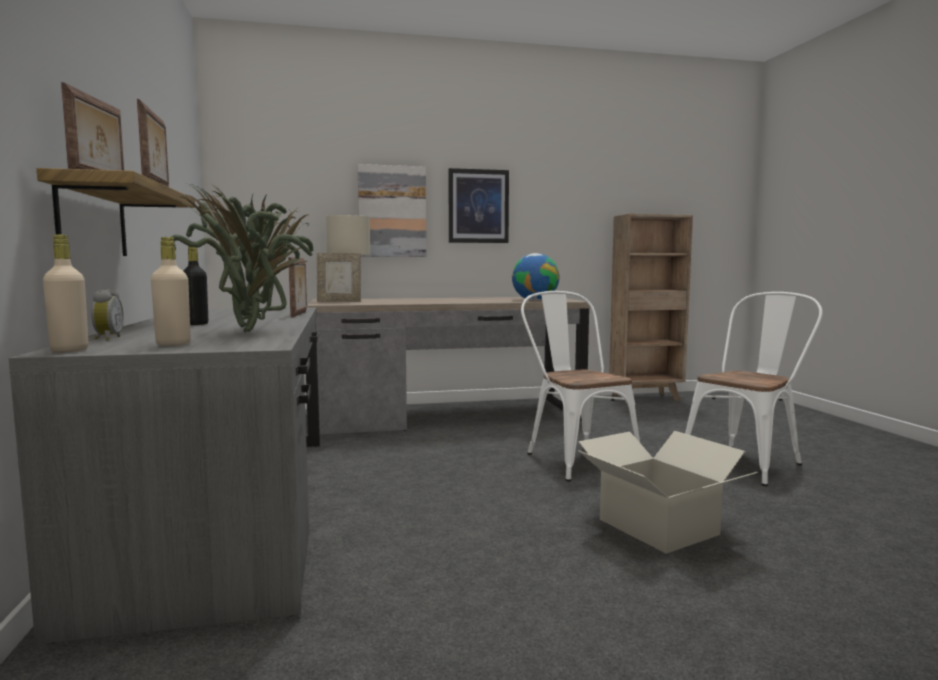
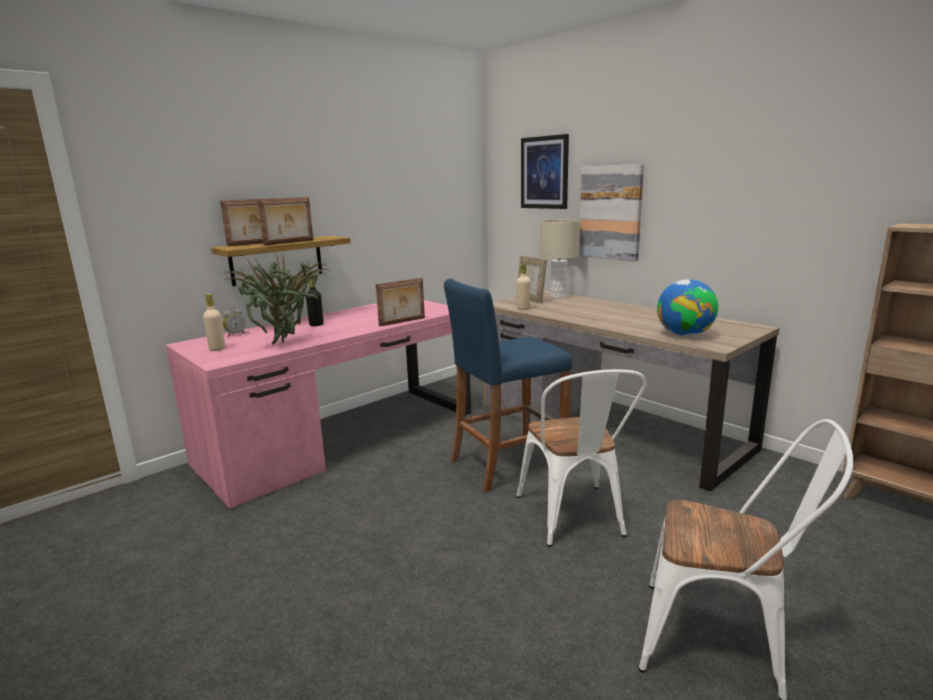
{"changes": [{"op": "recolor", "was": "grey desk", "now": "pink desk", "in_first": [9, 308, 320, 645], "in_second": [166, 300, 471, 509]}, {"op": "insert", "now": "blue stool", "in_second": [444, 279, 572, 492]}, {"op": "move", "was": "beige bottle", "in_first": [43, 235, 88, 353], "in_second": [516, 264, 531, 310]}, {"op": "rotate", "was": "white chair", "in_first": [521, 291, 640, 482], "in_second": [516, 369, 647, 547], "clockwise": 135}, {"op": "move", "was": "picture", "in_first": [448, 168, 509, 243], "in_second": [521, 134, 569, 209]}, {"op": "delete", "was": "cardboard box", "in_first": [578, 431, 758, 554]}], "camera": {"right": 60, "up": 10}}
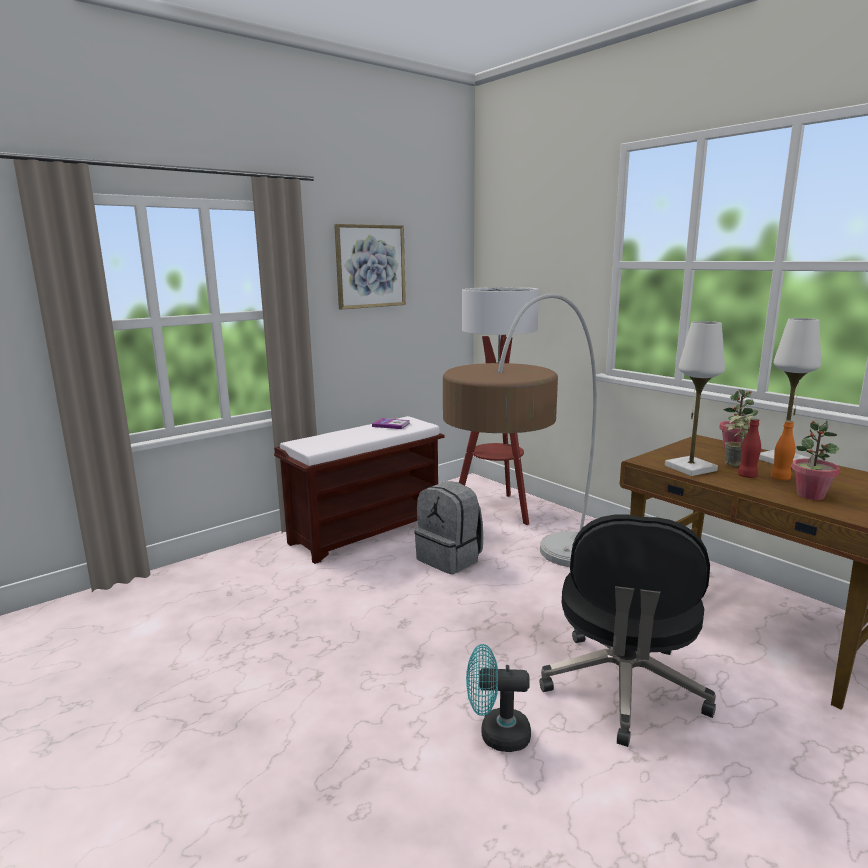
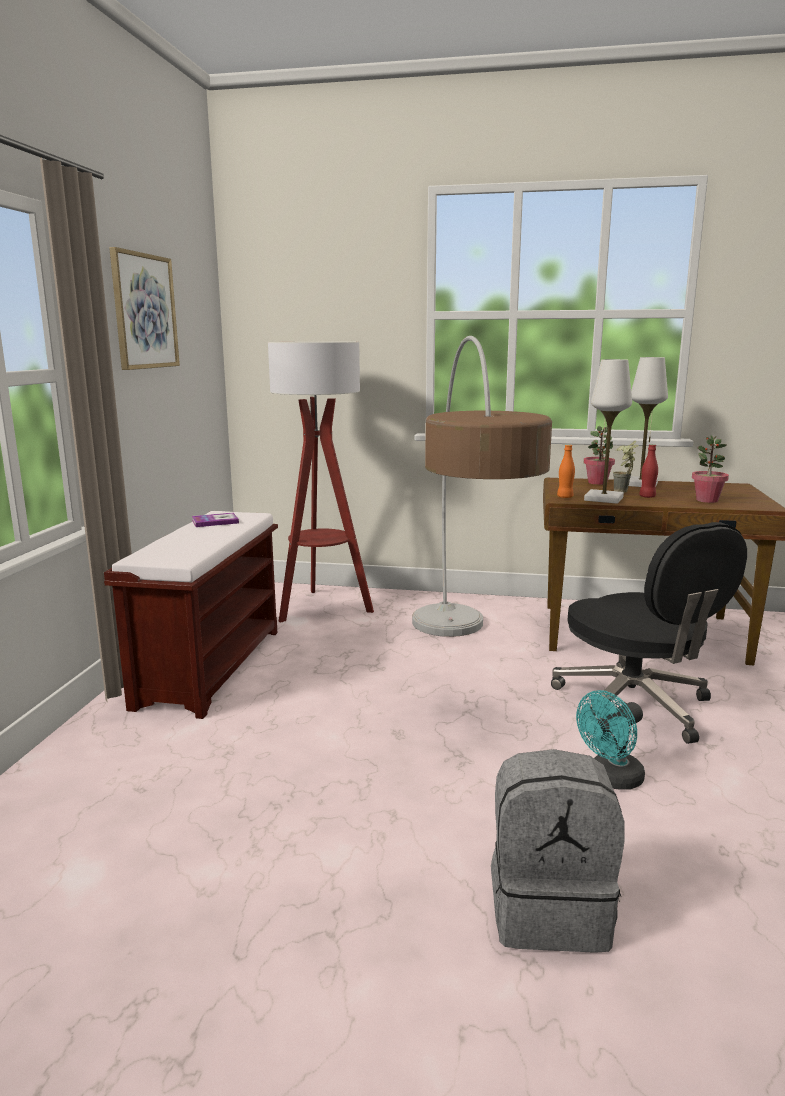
{"changes": [{"op": "move", "was": "grey backpack", "in_first": [414, 481, 483, 574], "in_second": [491, 749, 625, 953]}, {"op": "move", "was": "orange bottle", "in_first": [771, 420, 796, 481], "in_second": [557, 445, 575, 498]}], "camera": {"right": -40, "up": 0}}
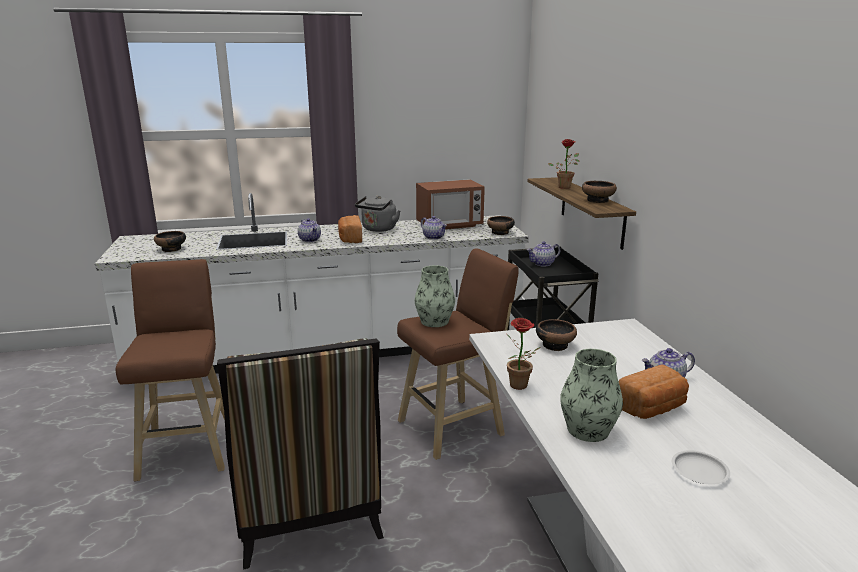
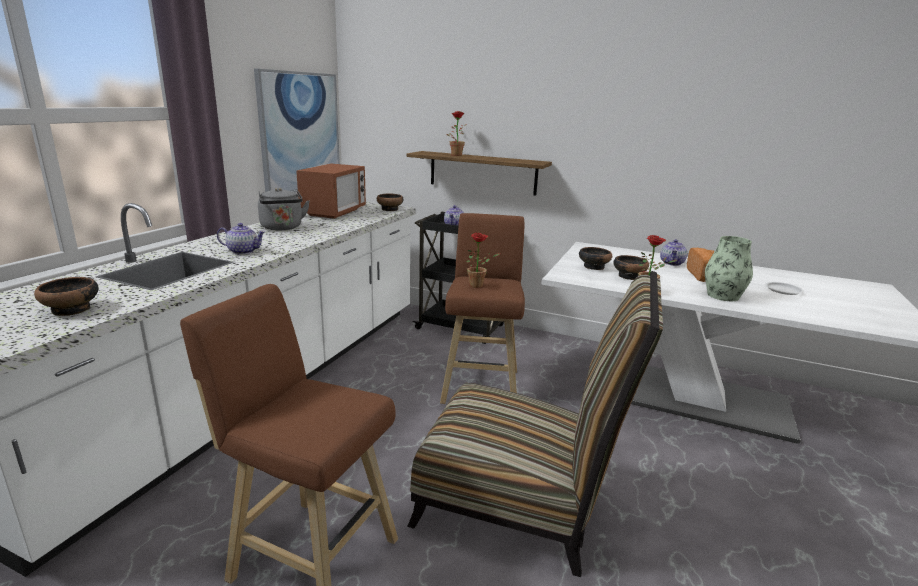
{"changes": [{"op": "insert", "now": "picture", "in_second": [254, 69, 340, 193]}, {"op": "replace", "was": "vase", "now": "potted plant", "in_first": [415, 265, 455, 327], "in_second": [467, 233, 500, 288]}, {"op": "move", "was": "bowl", "in_first": [582, 181, 617, 203], "in_second": [613, 255, 649, 280]}, {"op": "delete", "was": "bread", "in_first": [338, 215, 362, 243]}, {"op": "delete", "was": "teapot", "in_first": [421, 216, 447, 240]}], "camera": {"right": -55, "up": 0}}
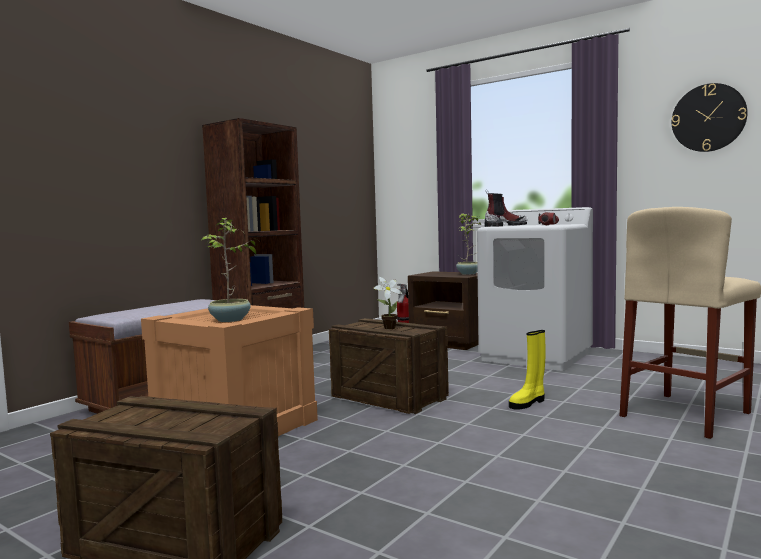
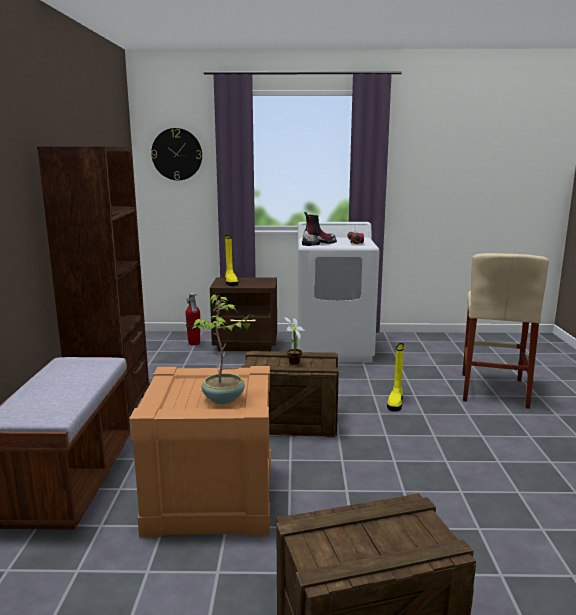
{"changes": [{"op": "move", "was": "wall clock", "in_first": [672, 83, 748, 152], "in_second": [151, 128, 202, 180]}, {"op": "insert", "now": "yellow boot", "in_second": [225, 235, 238, 286]}, {"op": "delete", "was": "potted plant", "in_first": [456, 213, 481, 275]}], "camera": {"right": -35, "up": 10}}
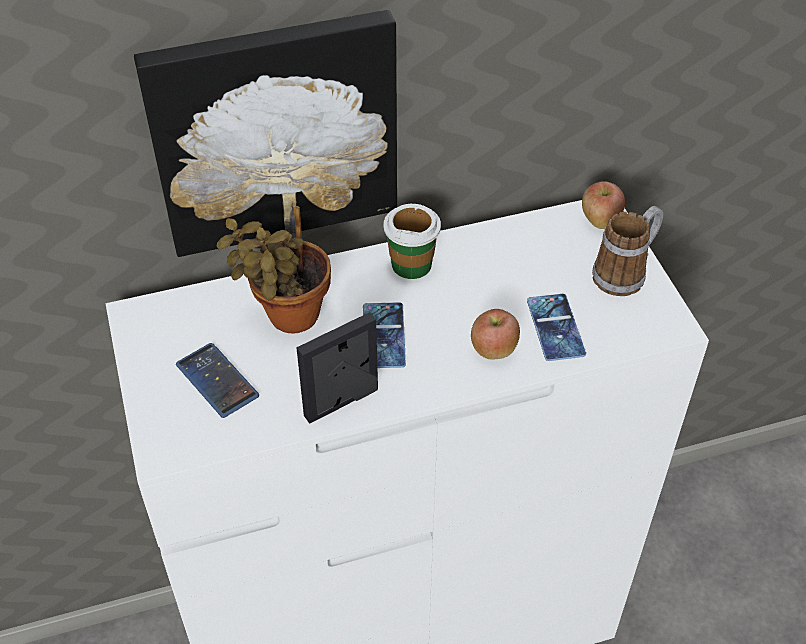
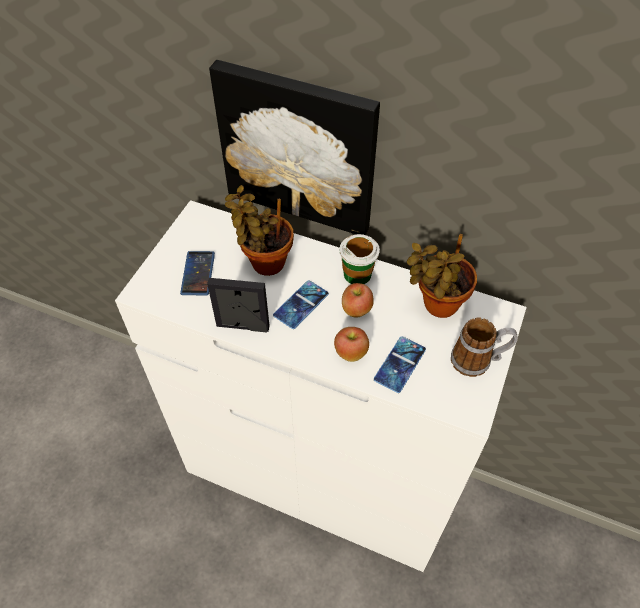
{"changes": [{"op": "move", "was": "apple", "in_first": [582, 181, 625, 229], "in_second": [342, 283, 374, 318]}, {"op": "insert", "now": "potted plant", "in_second": [407, 234, 477, 318]}], "camera": {"right": 40, "up": 5}}
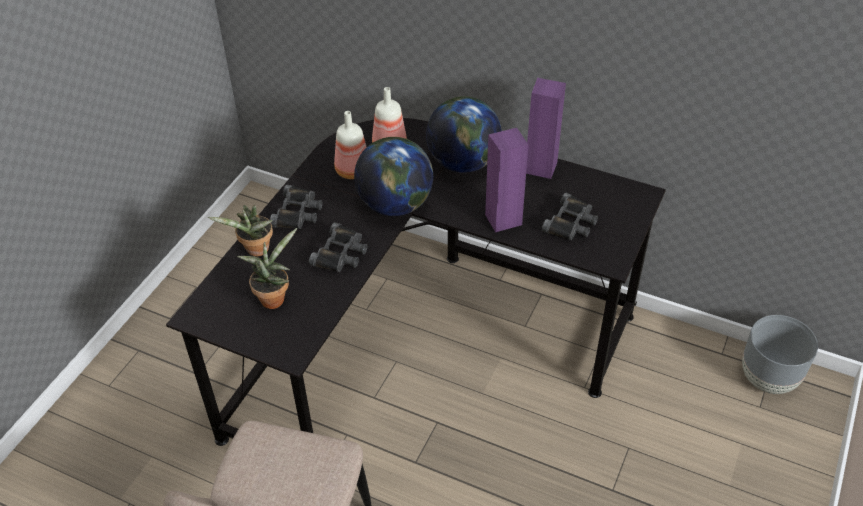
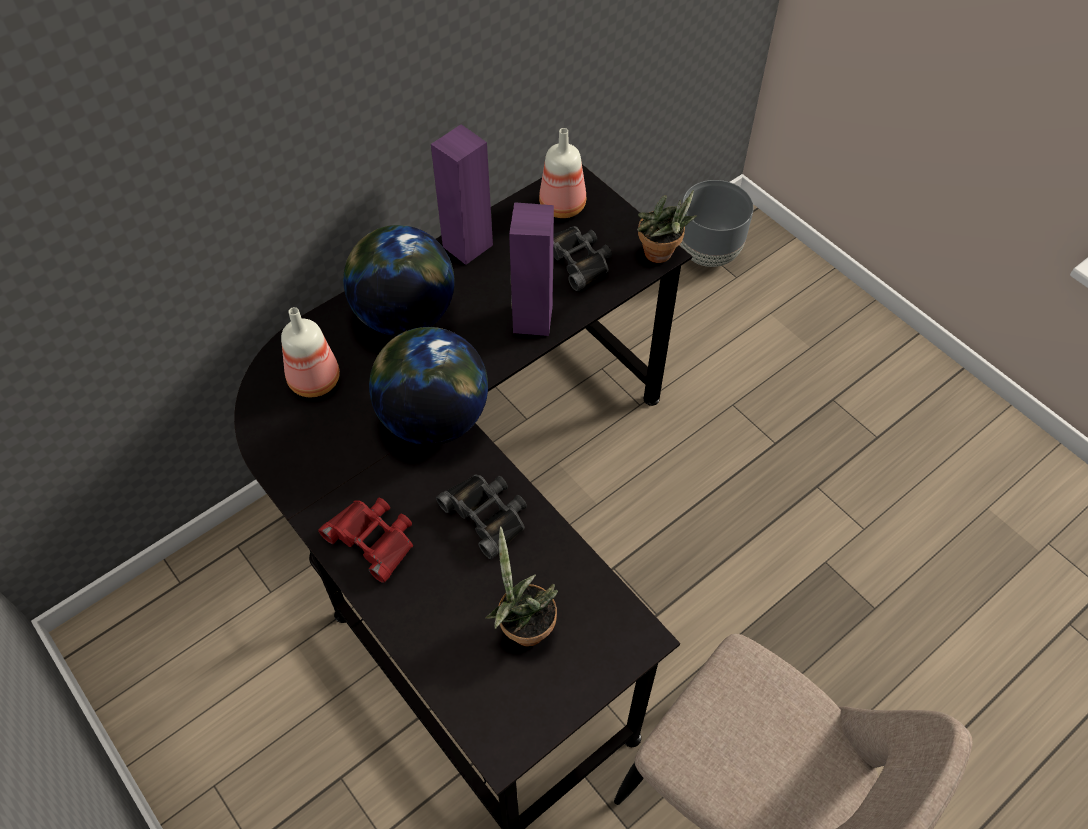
{"changes": [{"op": "recolor", "was": "black binoculars", "now": "red binoculars", "in_first": [270, 184, 322, 229], "in_second": [318, 498, 413, 583]}, {"op": "move", "was": "bottle", "in_first": [334, 111, 366, 179], "in_second": [539, 128, 586, 218]}, {"op": "move", "was": "potted plant", "in_first": [208, 205, 273, 256], "in_second": [637, 190, 697, 263]}], "camera": {"right": -65, "up": 10}}
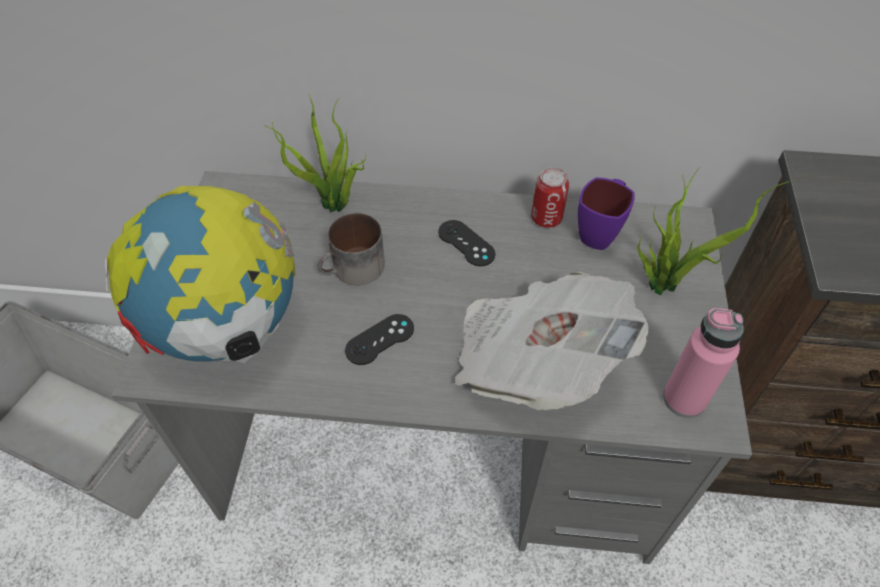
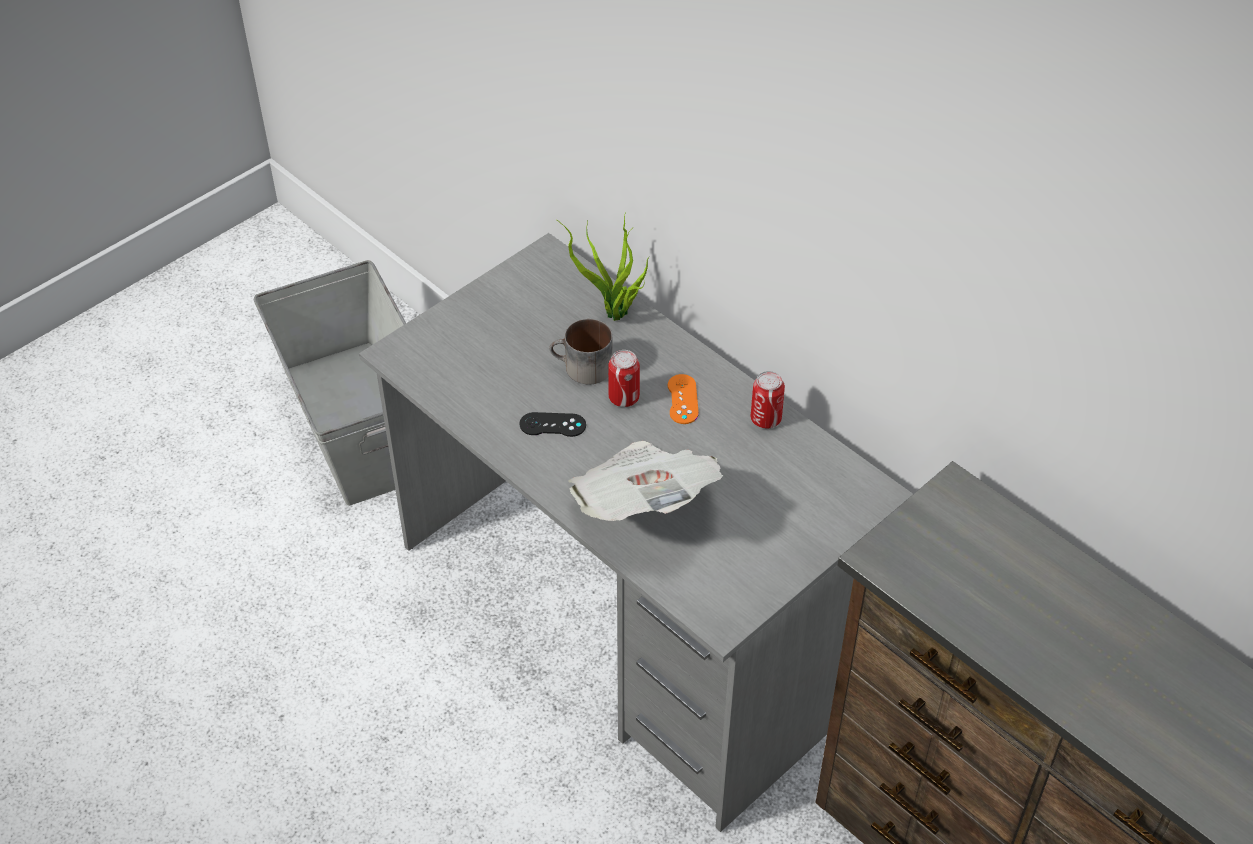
{"changes": [{"op": "insert", "now": "can", "in_second": [608, 350, 640, 407]}, {"op": "recolor", "was": "black game controller", "now": "orange game controller", "in_first": [438, 220, 495, 266], "in_second": [668, 374, 699, 424]}, {"op": "delete", "was": "globe", "in_first": [105, 186, 296, 363]}, {"op": "delete", "was": "purple mug", "in_first": [578, 177, 635, 250]}, {"op": "delete", "was": "potted plant", "in_first": [638, 167, 789, 295]}, {"op": "delete", "was": "pink bottle", "in_first": [663, 308, 744, 418]}], "camera": {"right": 40, "up": -5}}
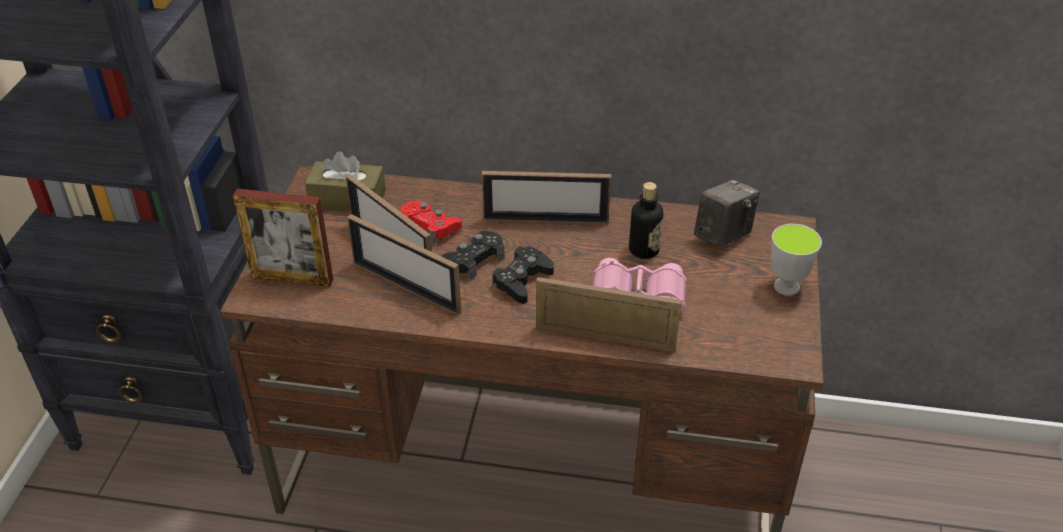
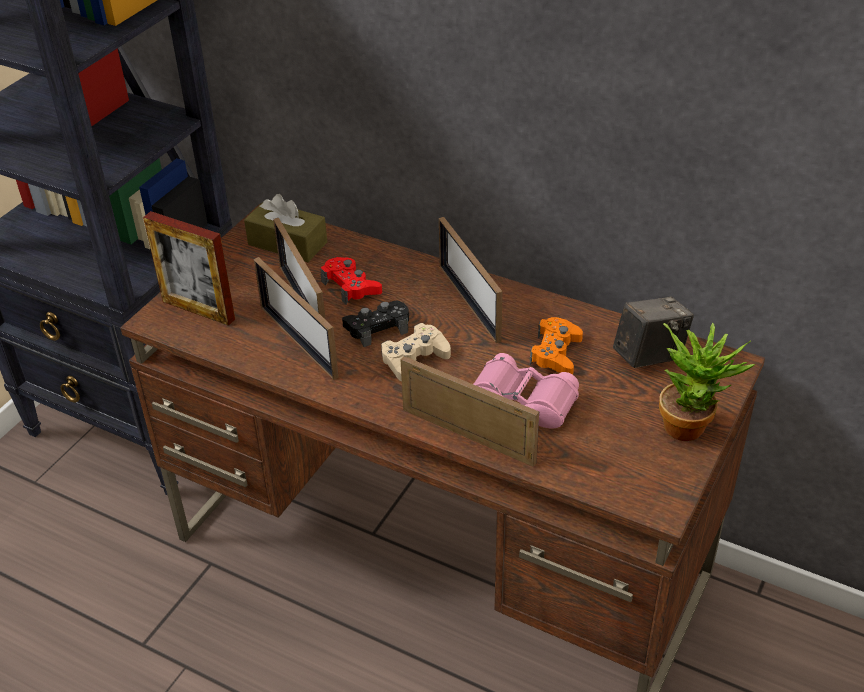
{"changes": [{"op": "recolor", "was": "black game controller", "now": "beige game controller", "in_first": [492, 246, 554, 304], "in_second": [381, 323, 451, 381]}, {"op": "rotate", "was": "picture frame", "in_first": [482, 171, 611, 224], "in_second": [439, 217, 503, 343], "clockwise": 45}, {"op": "replace", "was": "bottle", "now": "orange game controller", "in_first": [629, 182, 663, 259], "in_second": [530, 317, 583, 375]}, {"op": "replace", "was": "cup", "now": "potted plant", "in_first": [771, 224, 822, 296], "in_second": [659, 323, 756, 441]}], "camera": {"right": 20, "up": 0}}
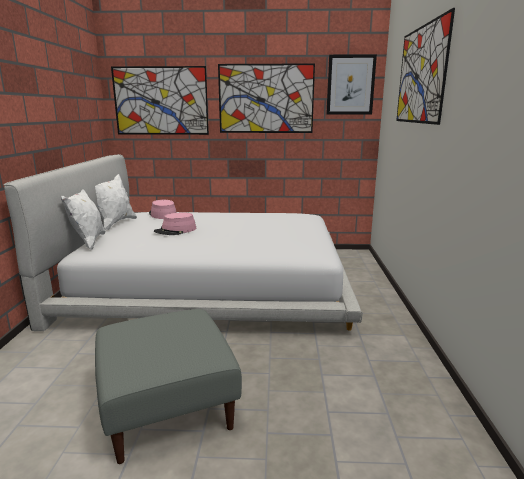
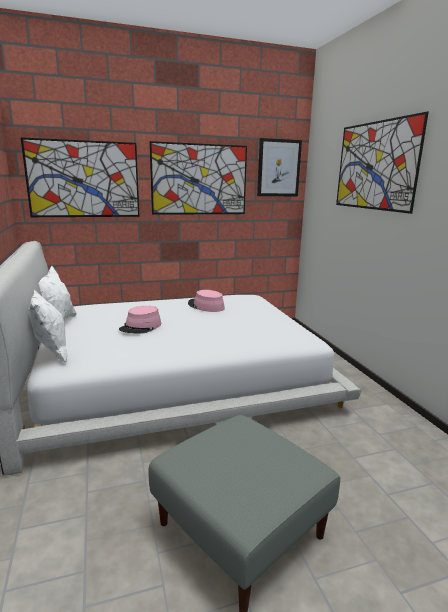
{"changes": [{"op": "move", "was": "pink hat", "in_first": [149, 200, 177, 219], "in_second": [188, 290, 225, 312]}], "camera": {"right": -20, "up": 0}}
